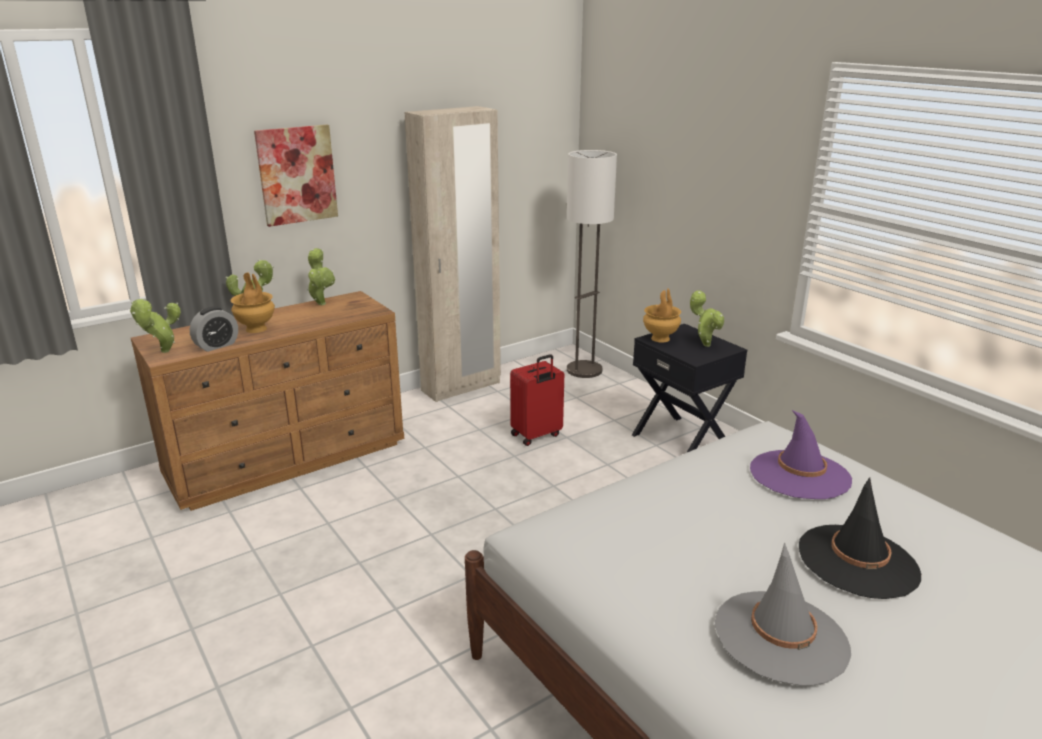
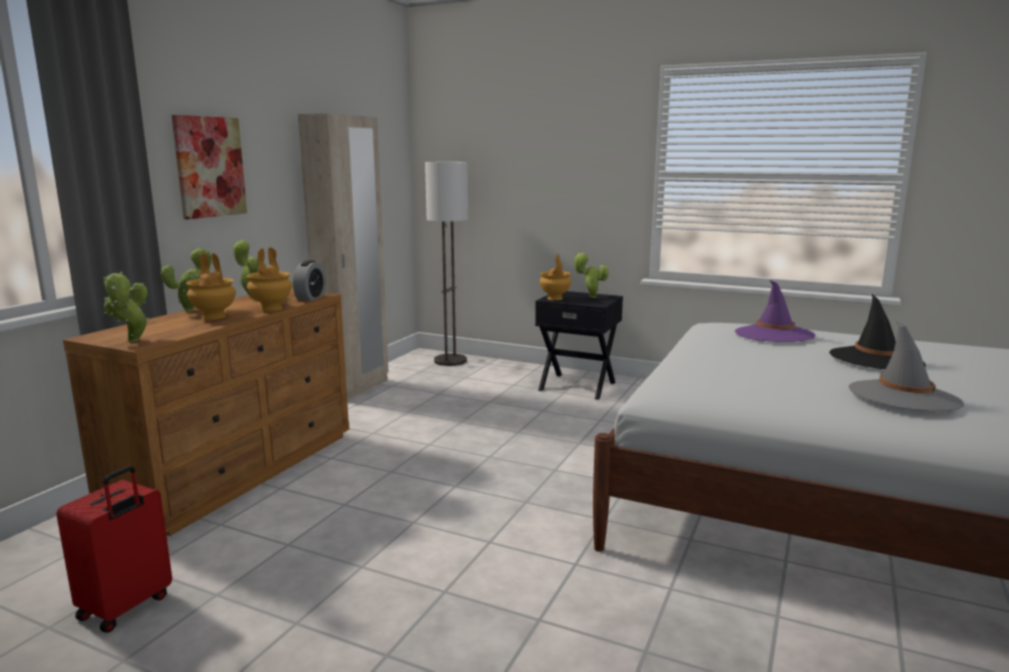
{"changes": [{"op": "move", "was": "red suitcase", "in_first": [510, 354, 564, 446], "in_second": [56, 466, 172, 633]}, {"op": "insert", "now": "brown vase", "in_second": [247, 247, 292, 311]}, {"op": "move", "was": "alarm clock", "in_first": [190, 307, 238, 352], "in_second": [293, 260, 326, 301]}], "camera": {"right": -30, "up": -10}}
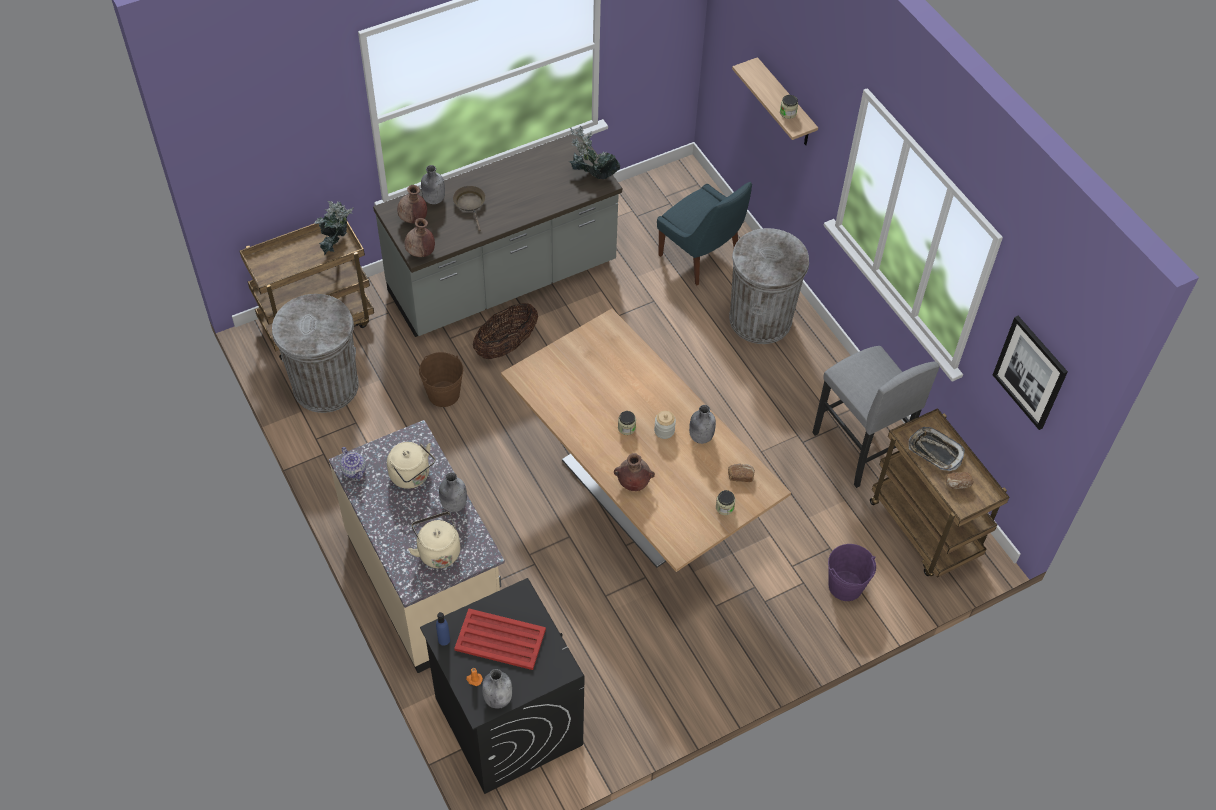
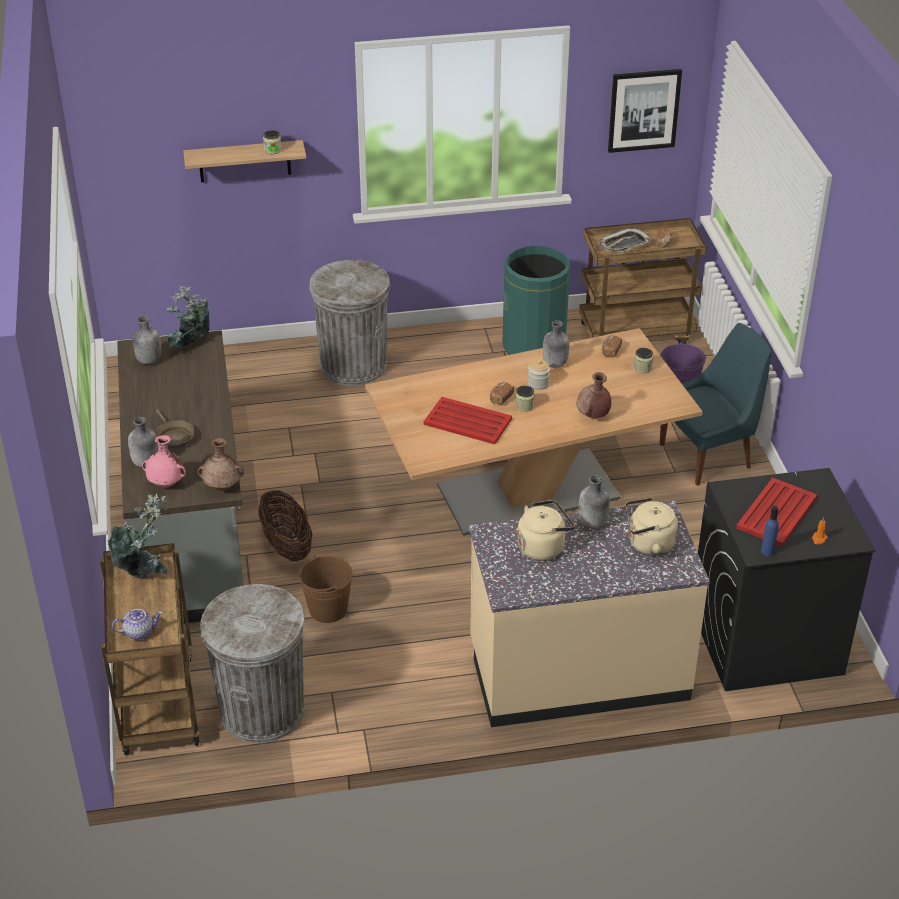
{"changes": [{"op": "move", "was": "teapot", "in_first": [340, 447, 366, 479], "in_second": [112, 609, 162, 640]}, {"op": "move", "was": "grey bottle", "in_first": [482, 669, 512, 709], "in_second": [133, 316, 161, 364]}, {"op": "recolor", "was": "brown vase", "now": "pink vase", "in_first": [397, 185, 427, 223], "in_second": [142, 435, 187, 488]}, {"op": "rotate", "was": "brown frying pan", "in_first": [453, 186, 486, 231], "in_second": [155, 409, 195, 449], "clockwise": -120}, {"op": "insert", "now": "red tray", "in_second": [424, 397, 512, 444]}, {"op": "insert", "now": "bread", "in_second": [490, 382, 514, 404]}, {"op": "replace", "was": "grey stool", "now": "green trash can", "in_first": [812, 346, 939, 488], "in_second": [503, 246, 570, 355]}, {"op": "move", "was": "blue chair", "in_first": [657, 182, 752, 286], "in_second": [660, 323, 771, 486]}], "camera": {"right": -70, "up": -15}}
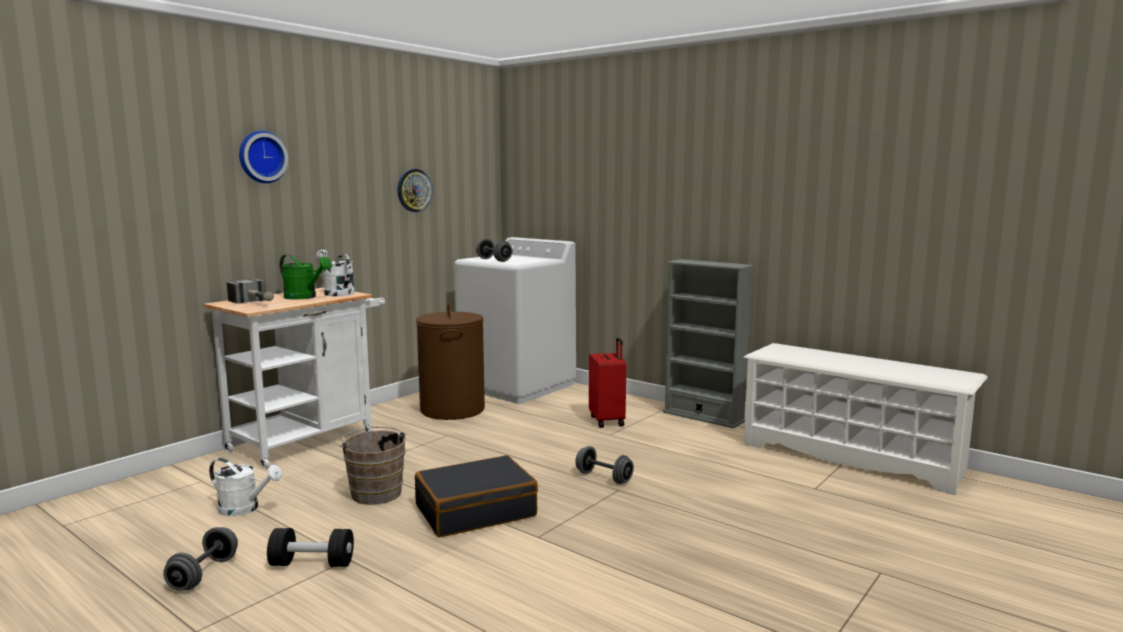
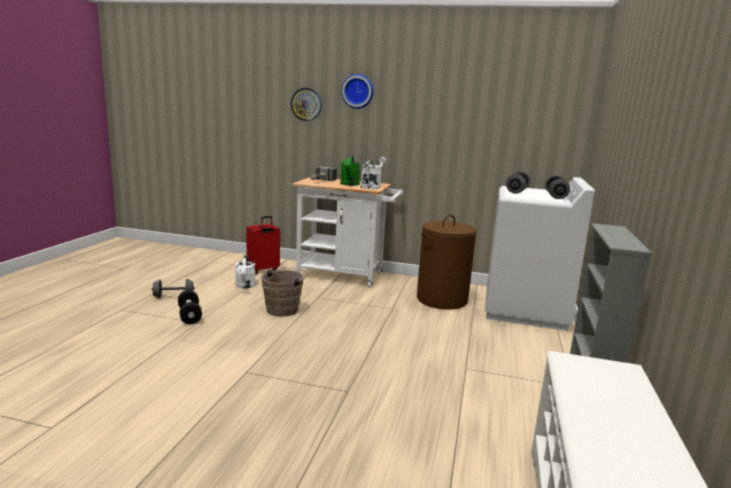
{"changes": [{"op": "move", "was": "red suitcase", "in_first": [589, 337, 626, 428], "in_second": [246, 216, 280, 275]}, {"op": "move", "was": "wall clock", "in_first": [397, 169, 433, 212], "in_second": [291, 88, 322, 121]}, {"op": "move", "was": "grey dumbbell", "in_first": [575, 446, 634, 484], "in_second": [545, 175, 570, 199]}, {"op": "delete", "was": "black suitcase", "in_first": [415, 455, 538, 537]}], "camera": {"right": 65, "up": 5}}
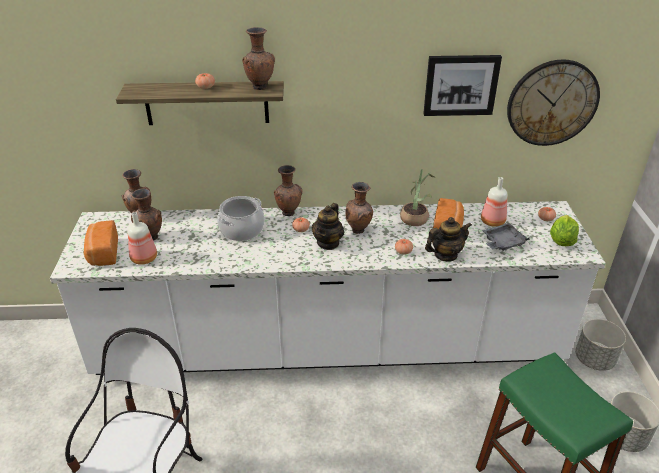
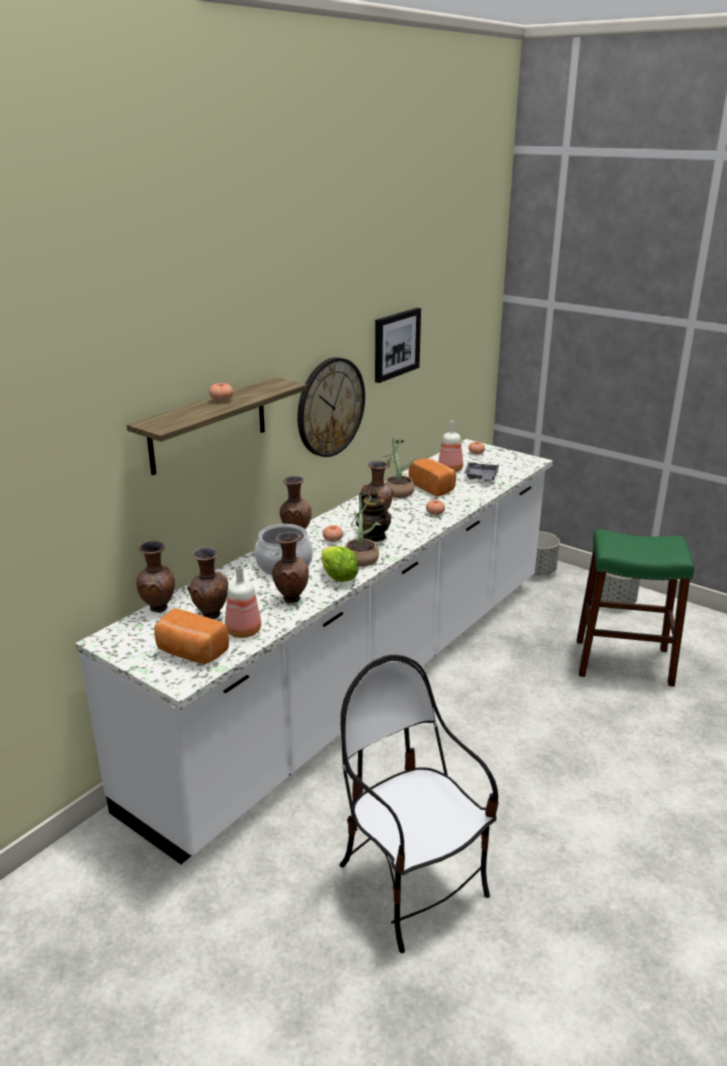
{"changes": [{"op": "move", "was": "brown vase", "in_first": [242, 27, 275, 90], "in_second": [272, 532, 309, 604]}, {"op": "move", "was": "wall clock", "in_first": [507, 59, 600, 146], "in_second": [297, 357, 365, 457]}, {"op": "move", "was": "lettuce", "in_first": [550, 215, 579, 246], "in_second": [321, 546, 358, 582]}, {"op": "insert", "now": "potted plant", "in_second": [345, 494, 381, 567]}, {"op": "delete", "was": "teapot", "in_first": [425, 217, 472, 262]}], "camera": {"right": -50, "up": -10}}
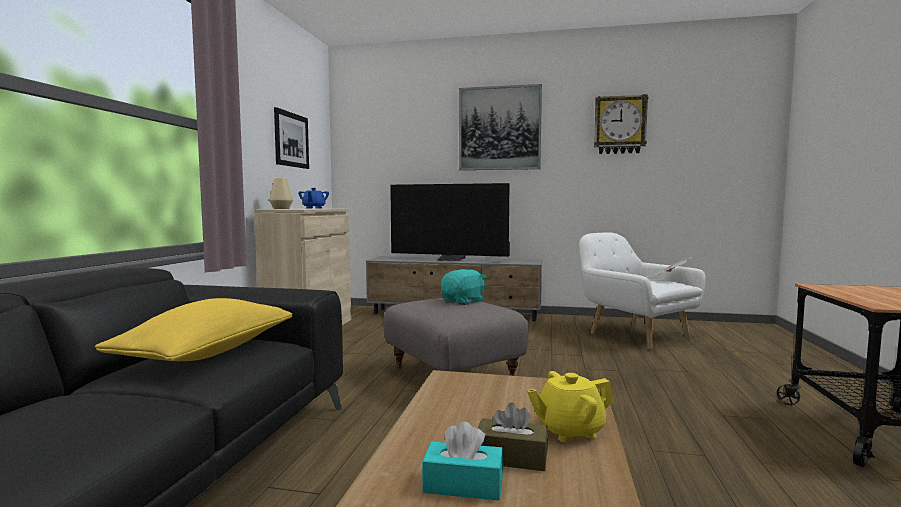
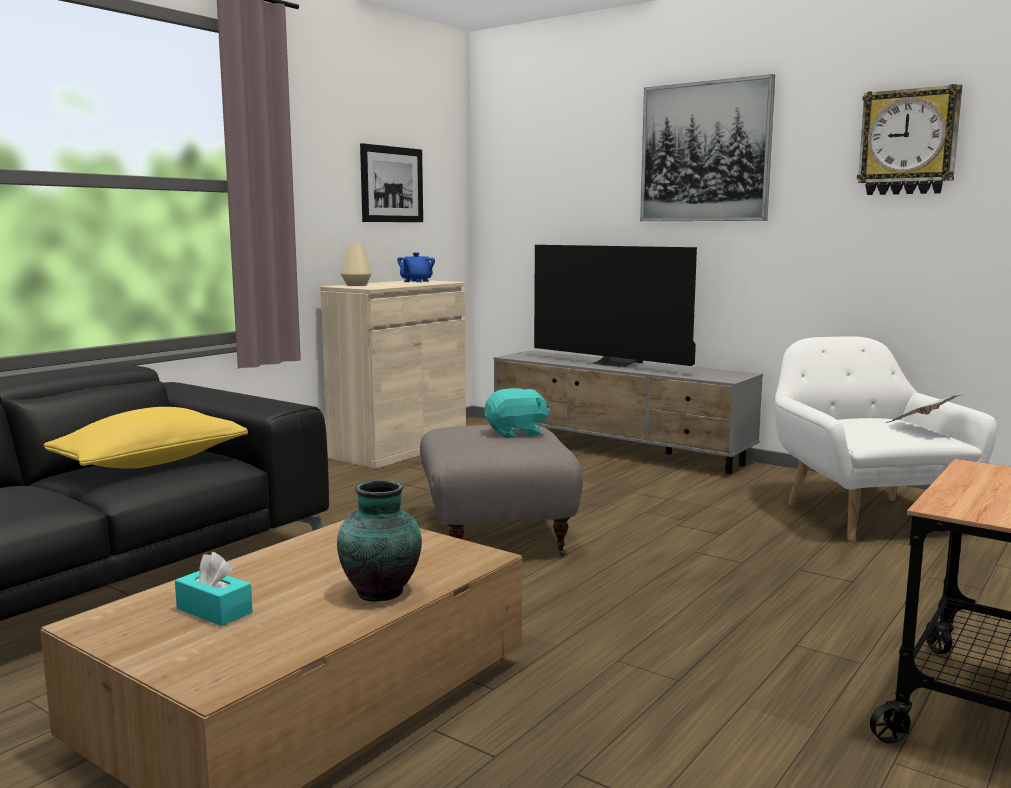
{"changes": [{"op": "replace", "was": "yellow teapot", "now": "vase", "in_first": [527, 371, 614, 442], "in_second": [337, 480, 422, 602]}, {"op": "delete", "was": "brown tissue box", "in_first": [478, 403, 548, 471]}], "camera": {"right": 25, "up": 5}}
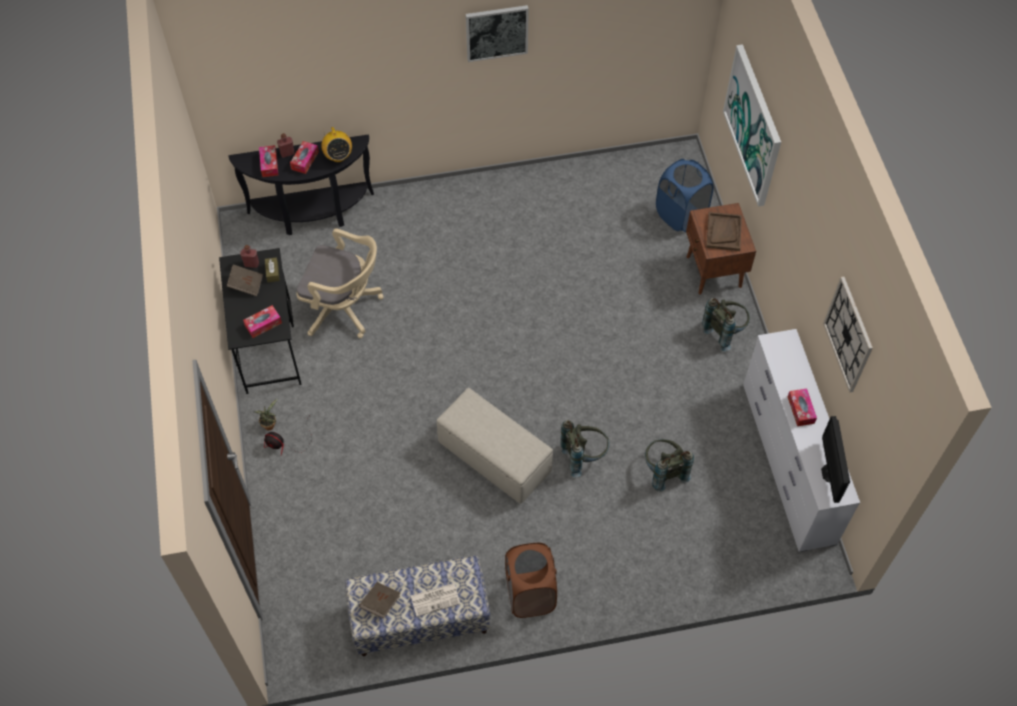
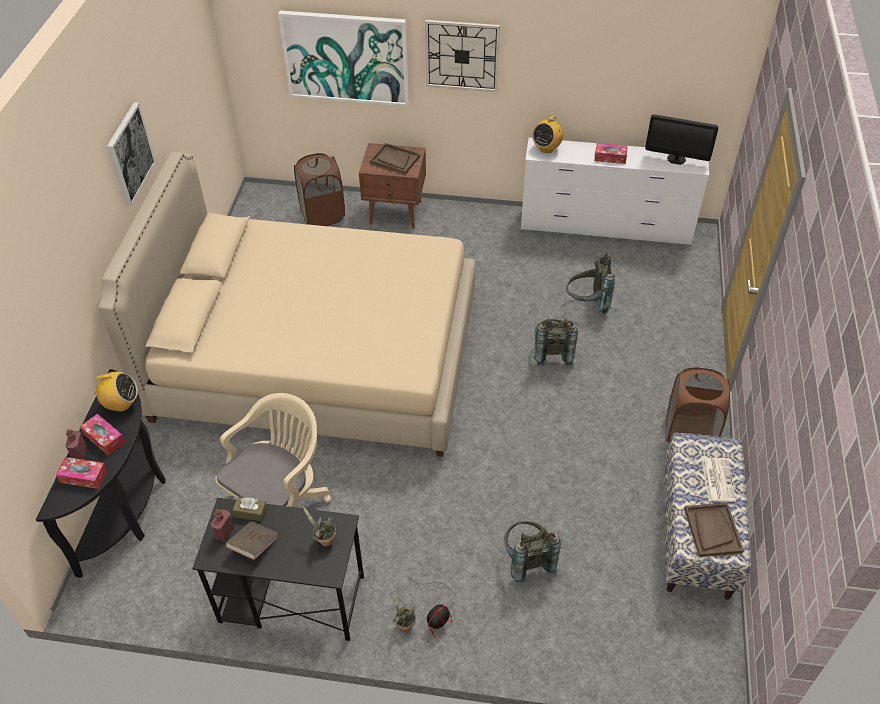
{"changes": [{"op": "insert", "now": "beige bed", "in_second": [98, 152, 476, 457]}, {"op": "recolor", "was": "blue laundry basket", "now": "brown laundry basket", "in_first": [656, 159, 714, 232], "in_second": [294, 153, 345, 226]}, {"op": "replace", "was": "tissue box", "now": "potted plant", "in_first": [243, 305, 282, 338], "in_second": [302, 505, 336, 546]}, {"op": "move", "was": "wall clock", "in_first": [823, 276, 873, 392], "in_second": [425, 20, 500, 92]}, {"op": "move", "was": "grey backpack", "in_first": [702, 298, 750, 352], "in_second": [504, 521, 561, 584]}, {"op": "insert", "now": "radio", "in_second": [533, 116, 563, 153]}, {"op": "replace", "was": "brown book", "now": "brown tray", "in_first": [359, 582, 400, 619], "in_second": [684, 502, 744, 557]}, {"op": "delete", "was": "beige ottoman", "in_first": [437, 388, 553, 504]}], "camera": {"right": -70, "up": -10}}
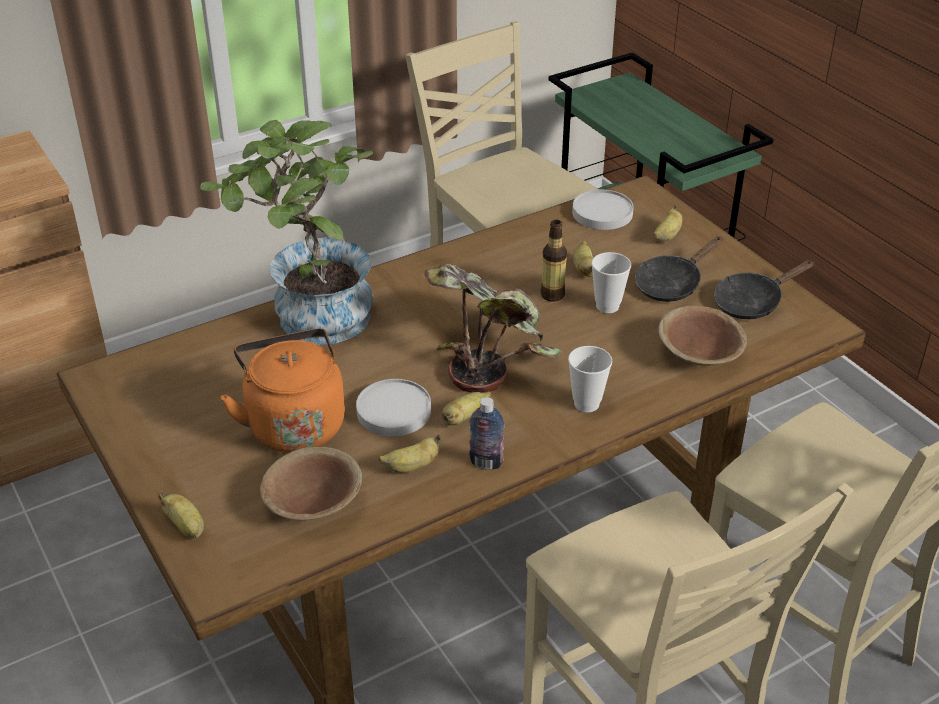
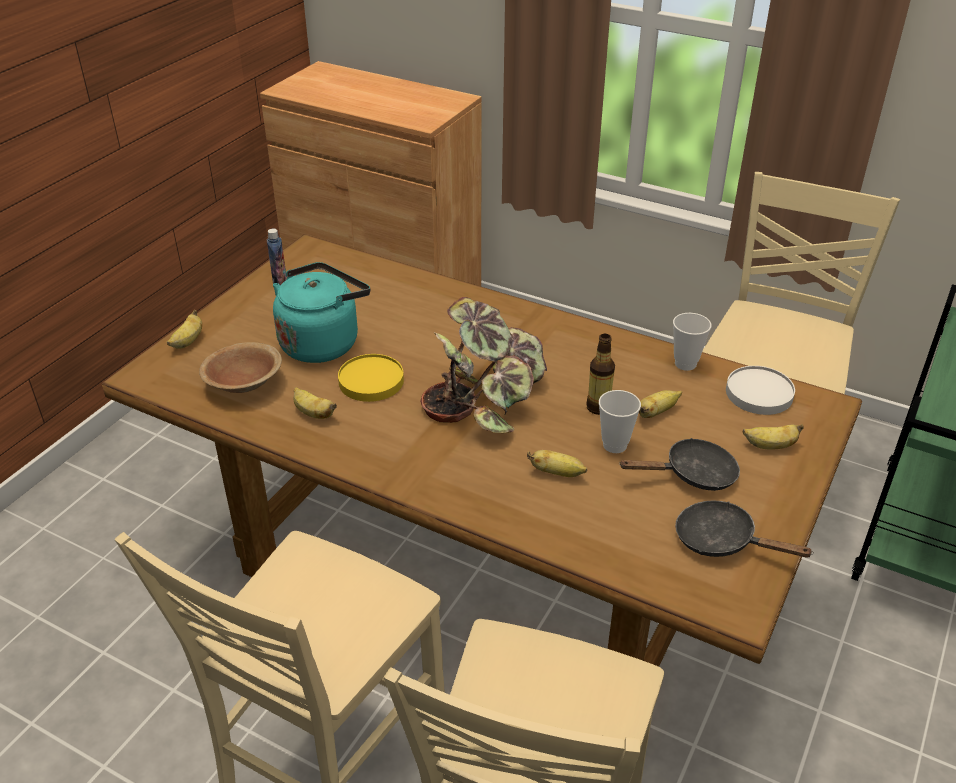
{"changes": [{"op": "move", "was": "bottle", "in_first": [469, 397, 504, 470], "in_second": [267, 229, 287, 285]}, {"op": "recolor", "was": "orange kettle", "now": "turquoise kettle", "in_first": [220, 328, 345, 452], "in_second": [273, 262, 370, 363]}, {"op": "recolor", "was": "white plate", "now": "yellow plate", "in_first": [356, 379, 431, 436], "in_second": [338, 354, 404, 402]}, {"op": "move", "was": "banana", "in_first": [442, 391, 491, 426], "in_second": [527, 450, 587, 477]}, {"op": "rotate", "was": "black frying pan", "in_first": [635, 236, 723, 302], "in_second": [619, 438, 740, 491], "clockwise": 150}, {"op": "move", "was": "cup", "in_first": [568, 346, 612, 412], "in_second": [673, 313, 711, 371]}, {"op": "delete", "was": "potted plant", "in_first": [200, 120, 373, 345]}, {"op": "delete", "was": "brown bowl", "in_first": [658, 306, 747, 366]}], "camera": {"right": 60, "up": 0}}
